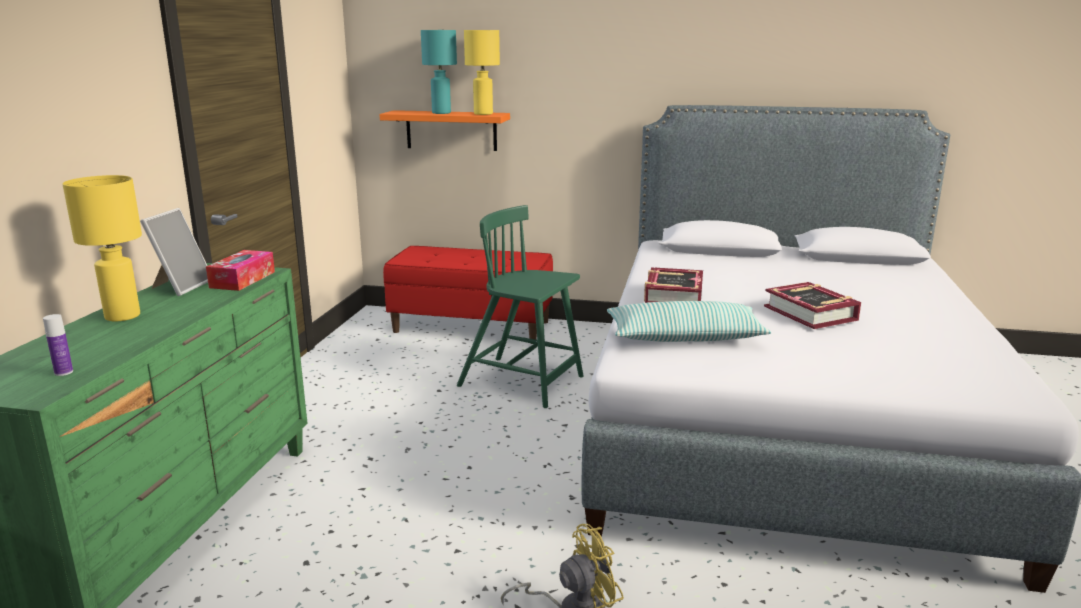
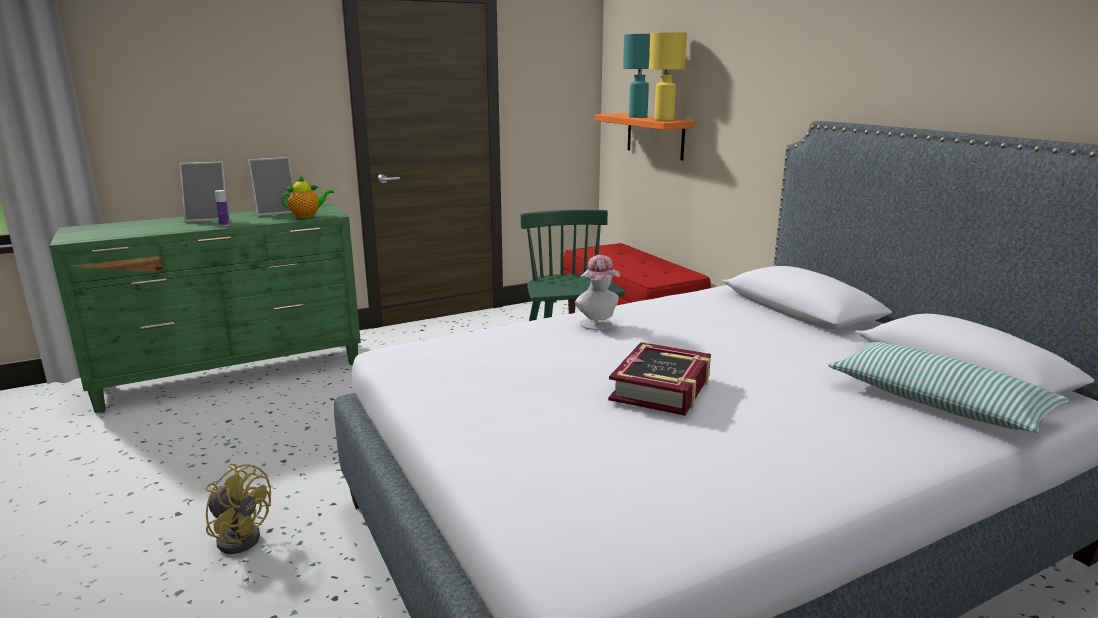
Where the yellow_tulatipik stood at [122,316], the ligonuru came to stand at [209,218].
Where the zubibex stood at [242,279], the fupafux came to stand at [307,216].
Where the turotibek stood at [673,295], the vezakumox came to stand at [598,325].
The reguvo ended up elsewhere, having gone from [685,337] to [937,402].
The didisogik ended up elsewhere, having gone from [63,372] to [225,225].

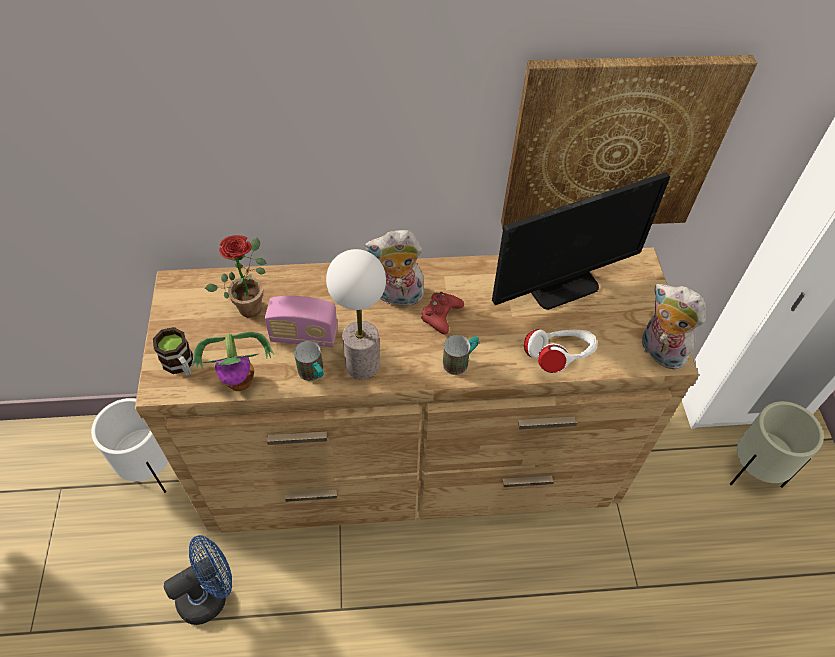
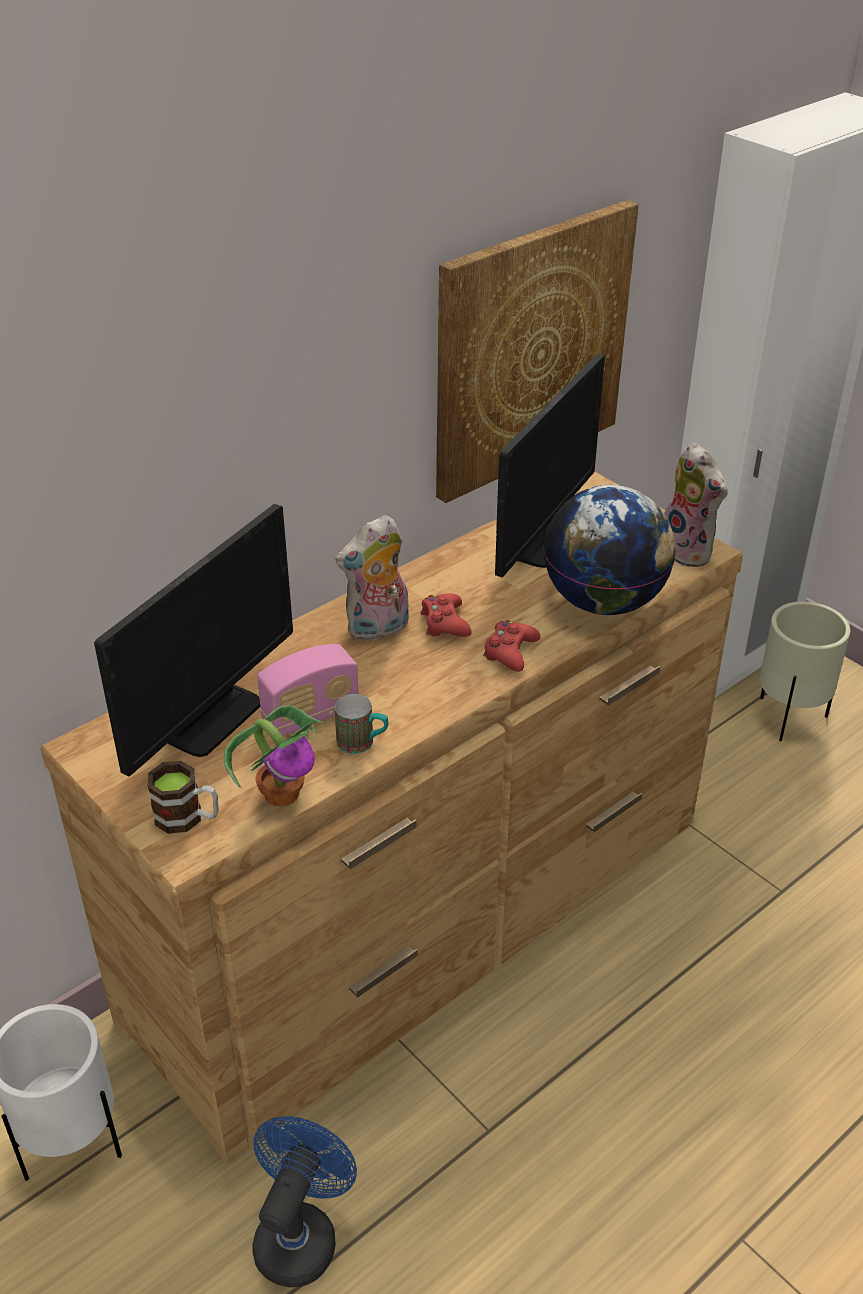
Where the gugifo stood at [251,304], the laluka came to stand at [209,717].
The second view lost the tulatipik at [363,364].
The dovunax at [659,352] ended up facing another way, 135 degrees counterclockwise from before.
Where the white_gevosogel stood at [558,359], the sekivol came to stand at [604,602].
Where the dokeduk stood at [460,361], the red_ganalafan came to stand at [510,652].

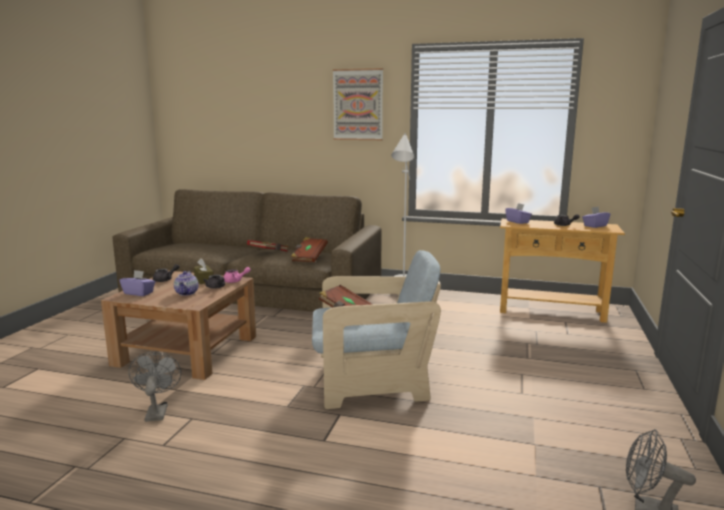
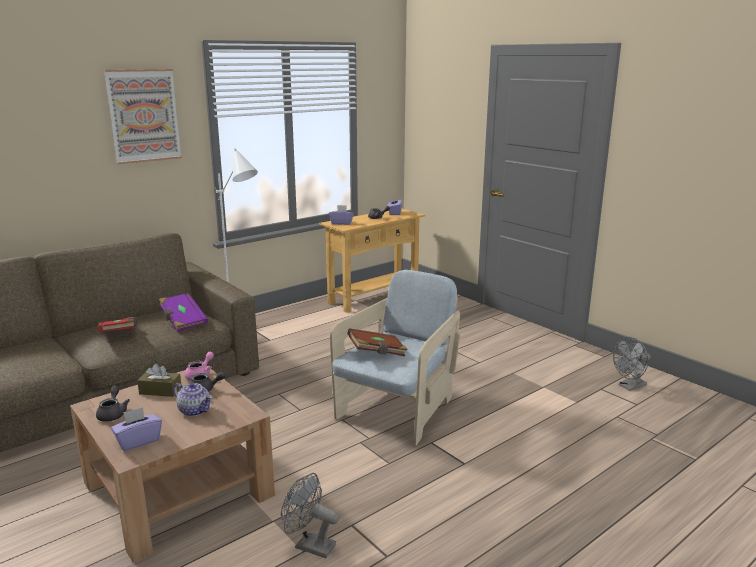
What was the brown_turotibek at [309,257] turned into the purple_turotibek at [183,321].

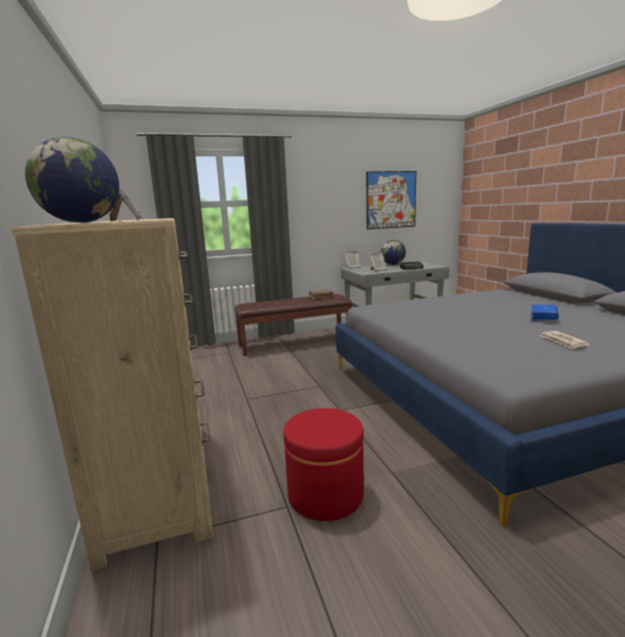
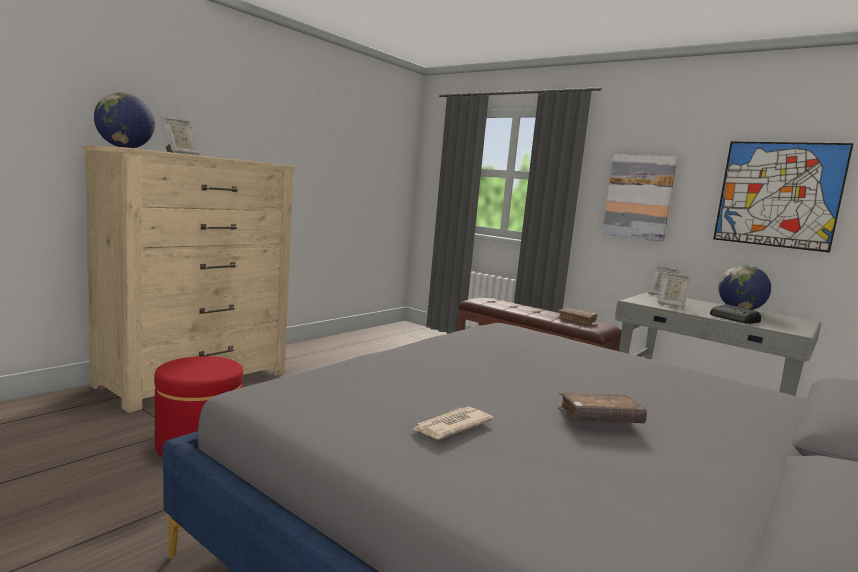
What was the blue_turotibek at [543,317] turned into the brown_turotibek at [599,419].
The second view gained the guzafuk at [638,197].

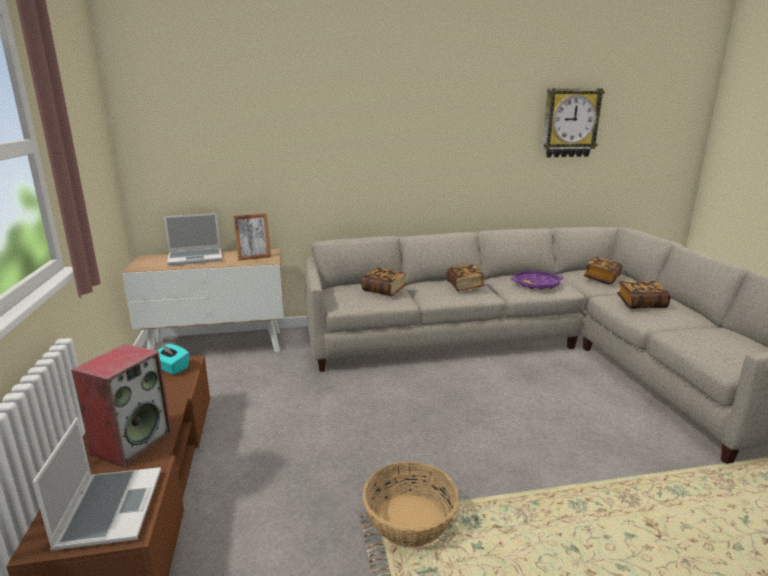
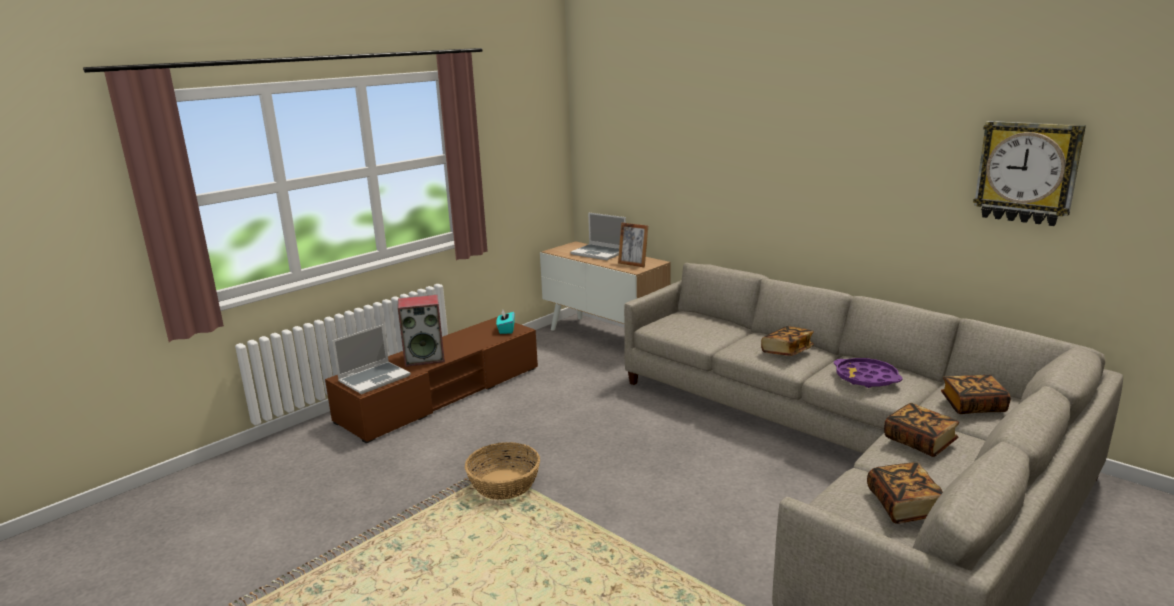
The turotibek ended up elsewhere, having gone from [384,290] to [904,506].

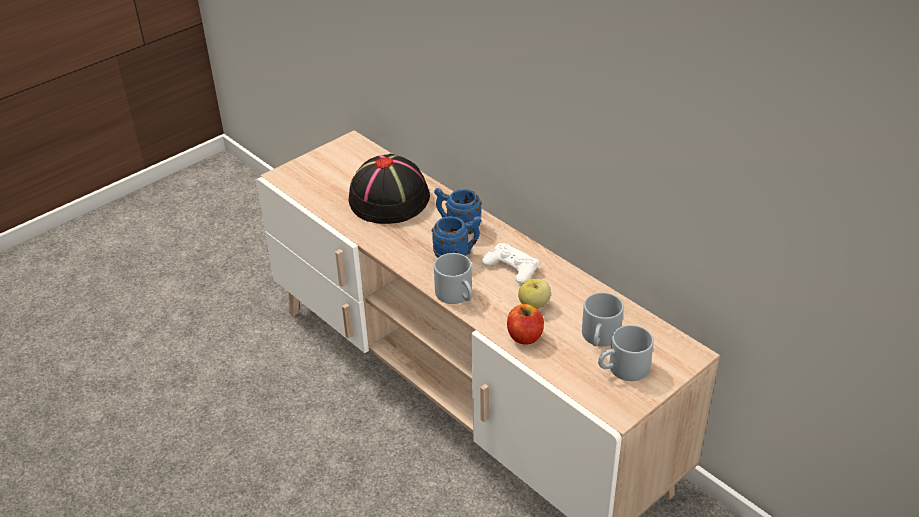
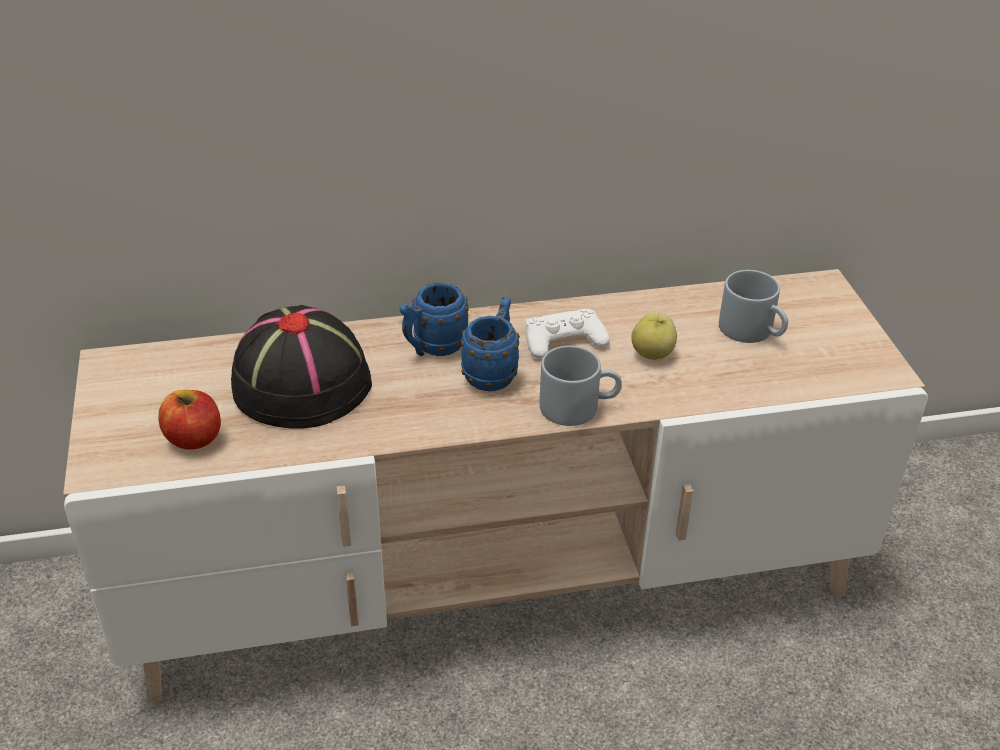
The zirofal ended up elsewhere, having gone from [525,337] to [194,438].
The second view lost the grey_dokeduk at [623,369].

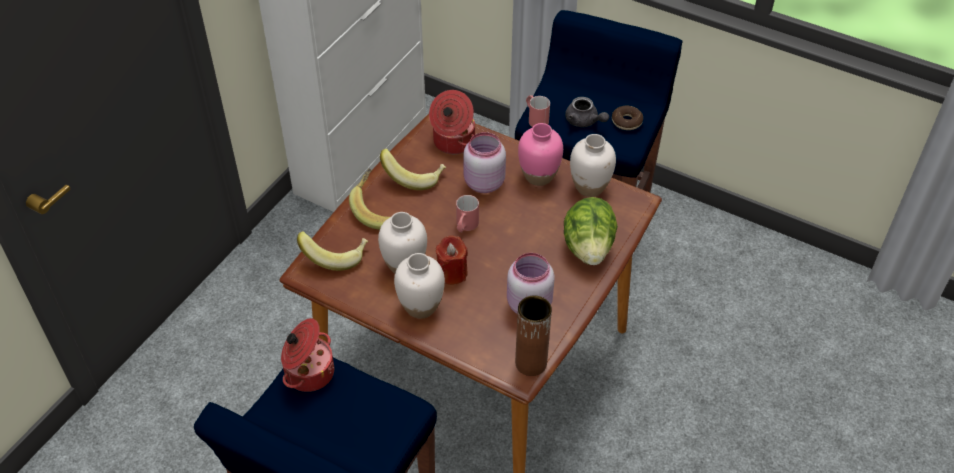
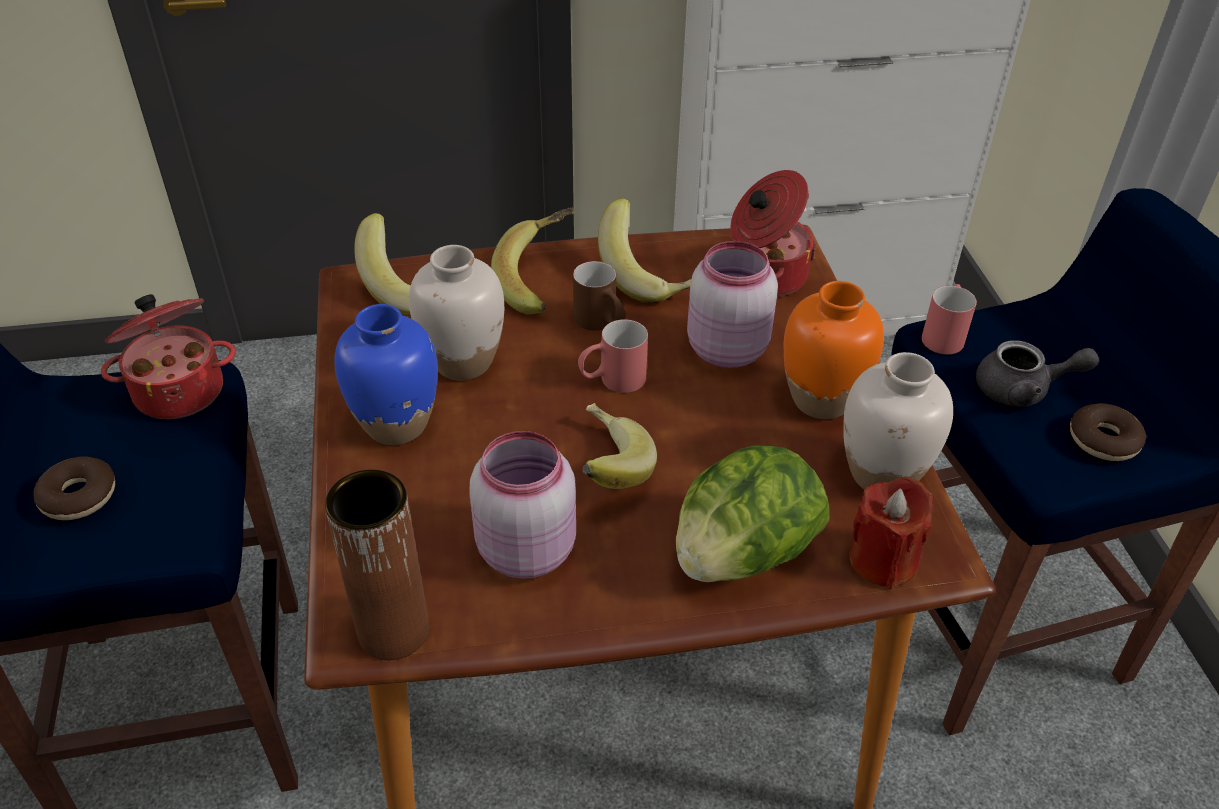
The grey_fupafux at [584,122] ended up facing another way, 90 degrees counterclockwise from before.
What was the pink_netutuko at [538,176] turned into the orange_netutuko at [821,399].
The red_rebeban ended up elsewhere, having gone from [452,273] to [883,560].
What was the white_netutuko at [420,306] turned into the blue_netutuko at [396,424].
The second view gained the brown_dokeduk at [601,323].
The second view gained the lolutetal at [604,469].
The second view gained the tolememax at [79,497].

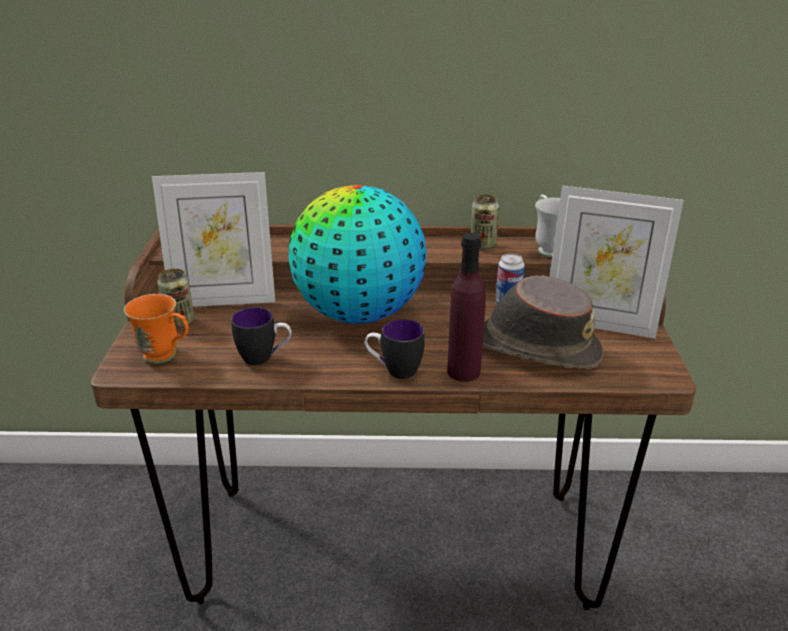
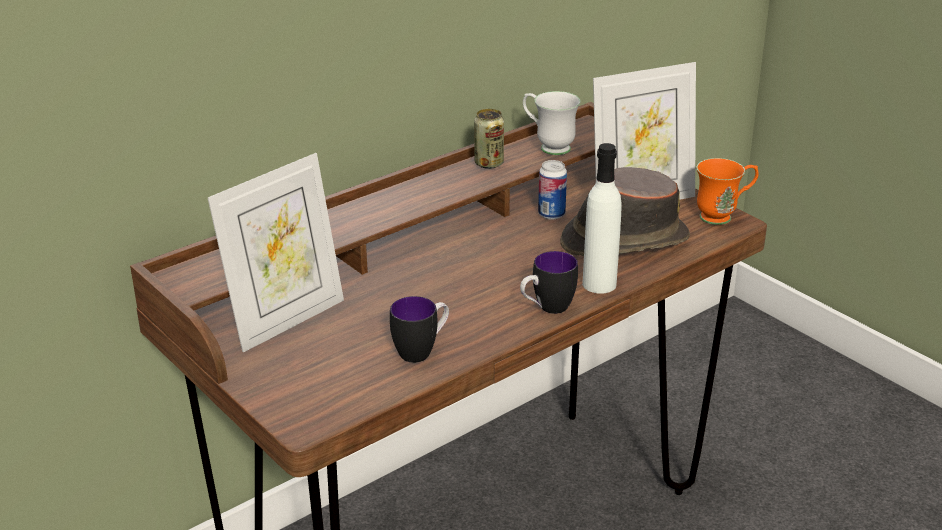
The second view lost the sekivol at [358,314].
What was the purple_didisogik at [463,371] turned into the white_didisogik at [599,284].
The second view lost the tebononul at [180,321].
The orange_dokeduk ended up elsewhere, having gone from [167,357] to [723,216].

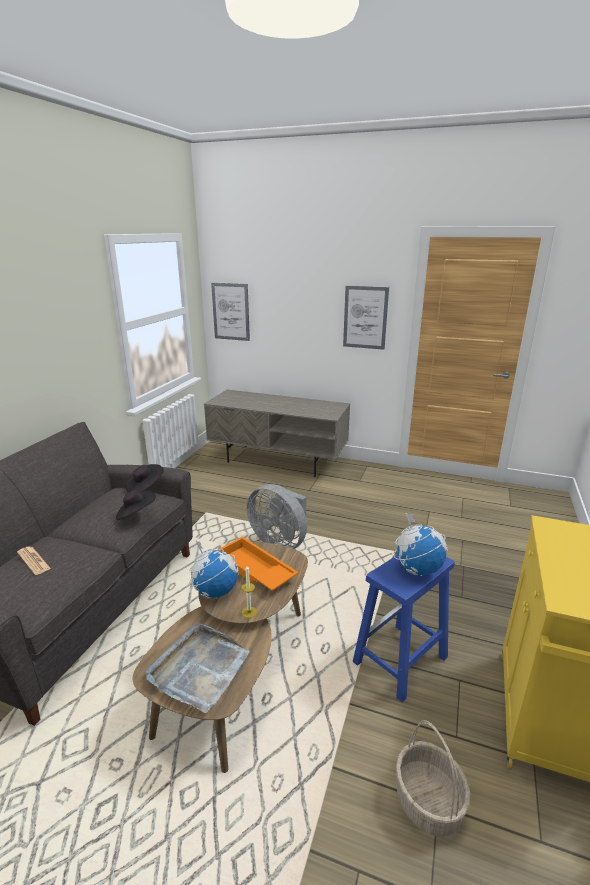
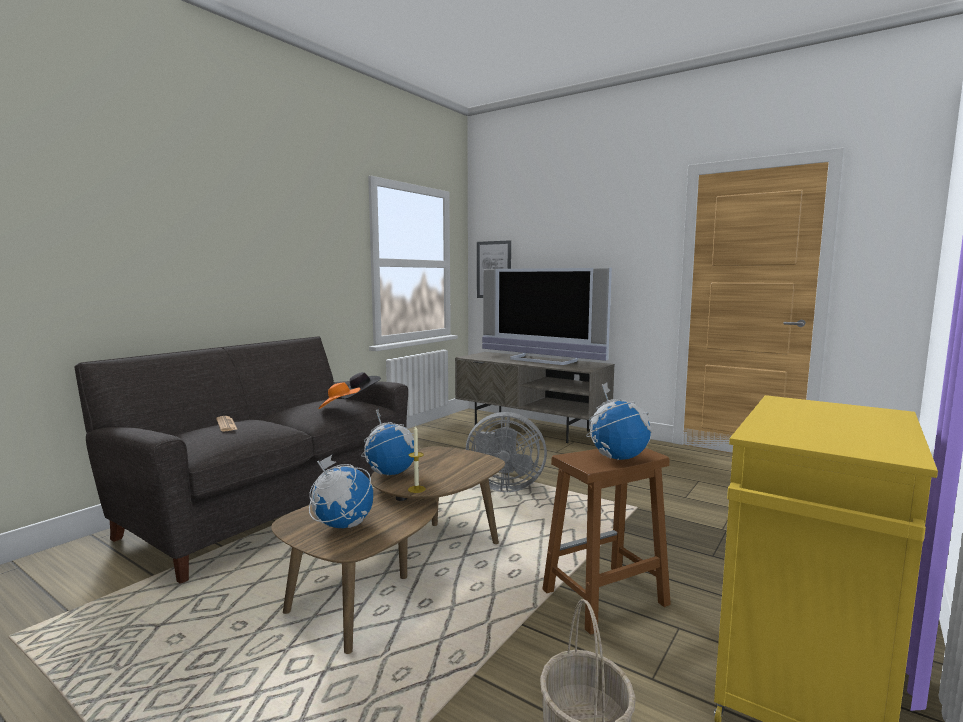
The second view lost the guzafuk at [365,317].
The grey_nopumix at [280,542] ended up facing another way, 45 degrees counterclockwise from before.
What was the black_vezakumox at [136,514] turned into the orange_vezakumox at [339,408].
The second view lost the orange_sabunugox at [254,570].
What was the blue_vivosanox at [399,661] turned into the brown_vivosanox at [603,598].
Where the grey_sabunugox stood at [199,669], the sekivol came to stand at [342,525].
The second view gained the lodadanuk at [542,360].

